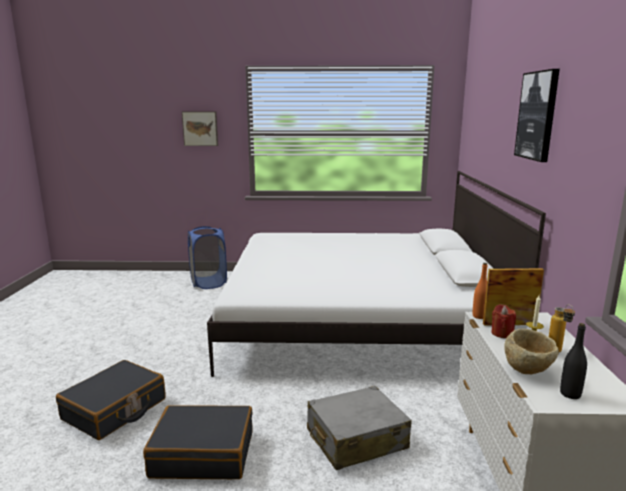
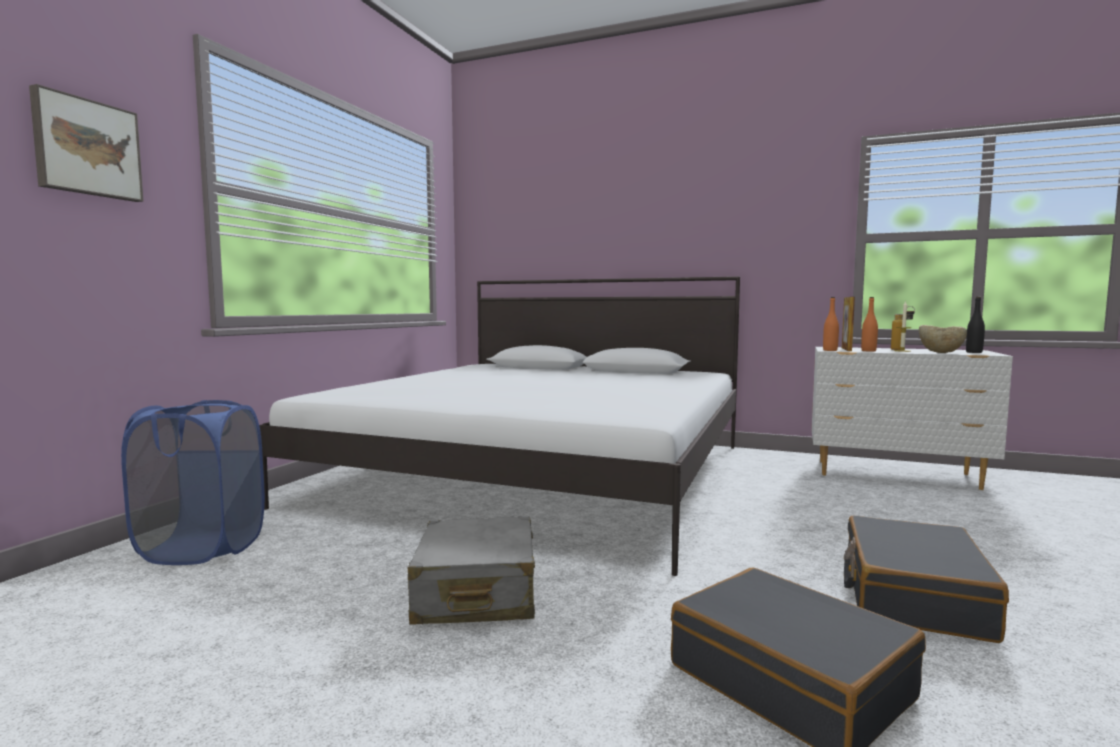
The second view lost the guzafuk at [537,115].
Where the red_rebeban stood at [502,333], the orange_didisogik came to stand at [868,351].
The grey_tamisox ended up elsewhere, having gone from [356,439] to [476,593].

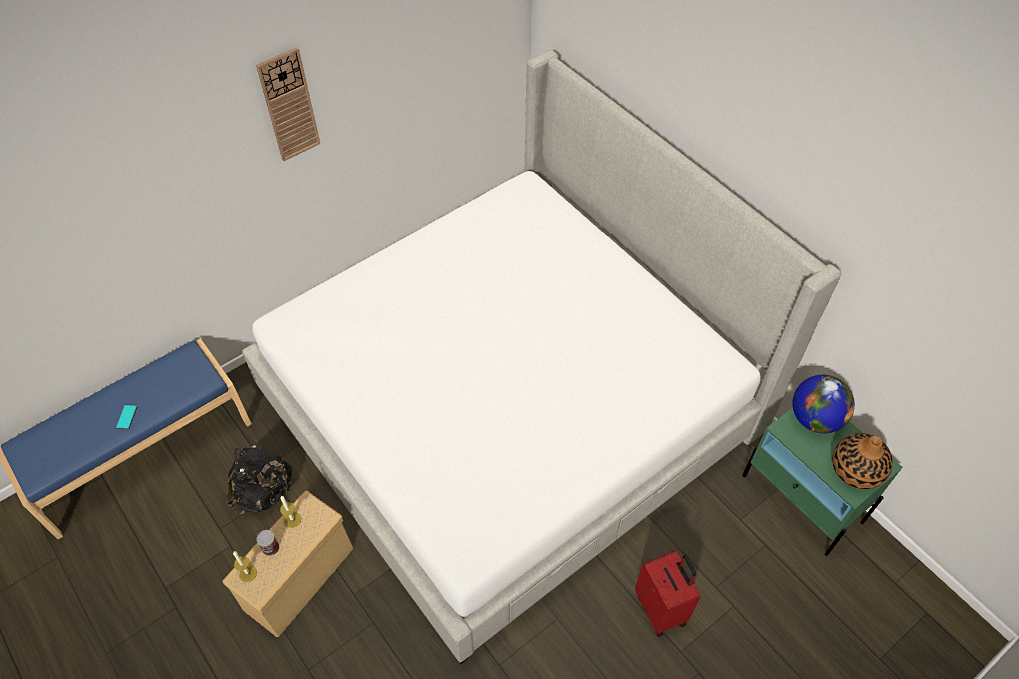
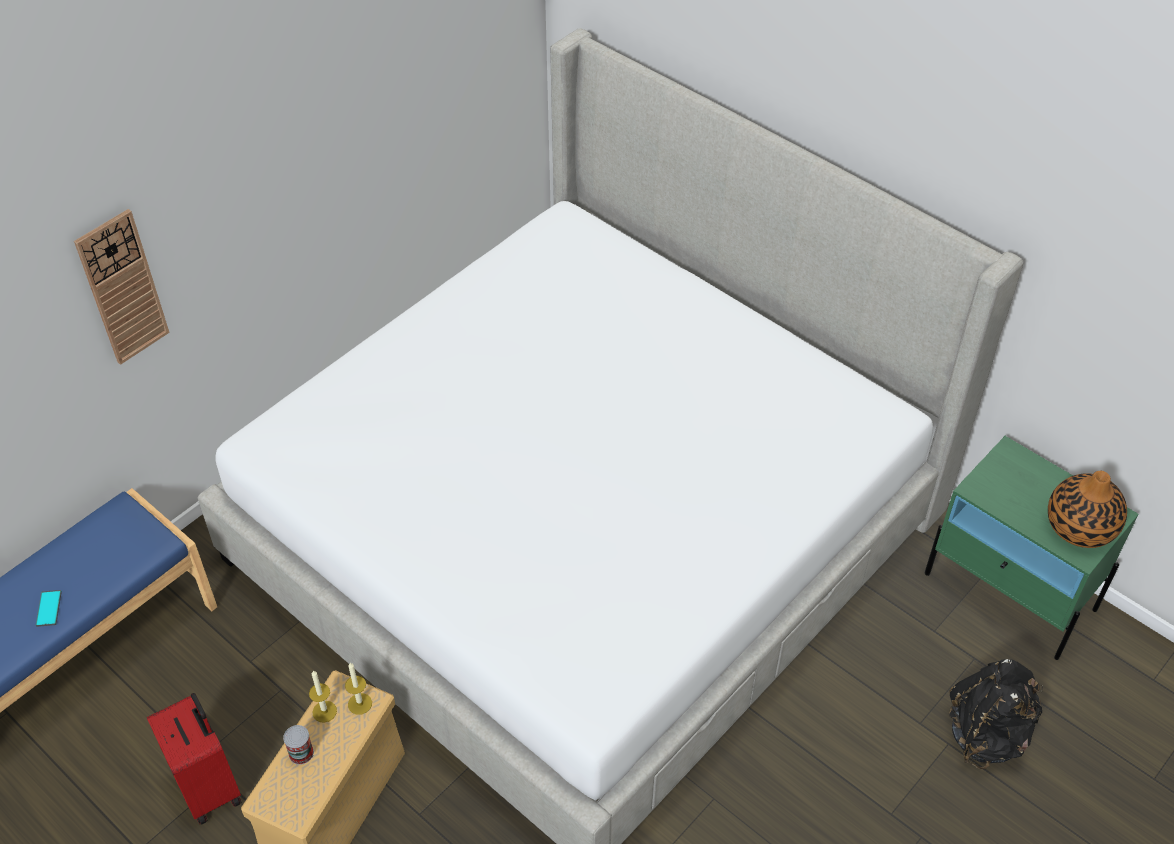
The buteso ended up elsewhere, having gone from [289,105] to [122,288].
The second view lost the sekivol at [815,418].
The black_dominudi ended up elsewhere, having gone from [264,492] to [987,734].
The red_tamisox ended up elsewhere, having gone from [661,608] to [210,787].
The rebeban ended up elsewhere, having gone from [248,573] to [360,703].

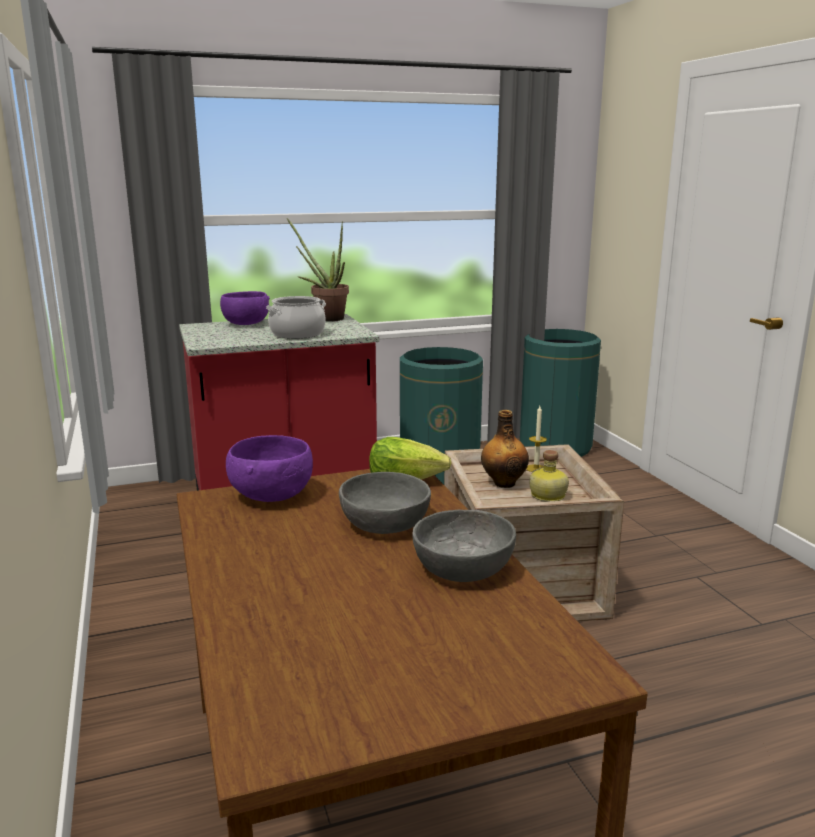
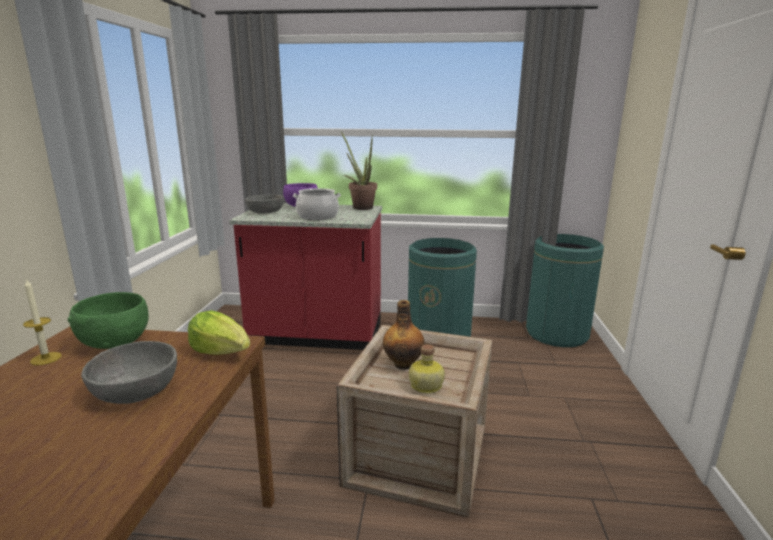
The rebeban ended up elsewhere, having gone from [536,468] to [46,358].
What was the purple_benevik at [270,495] turned into the green_benevik at [114,342].
The grey_benevik ended up elsewhere, having gone from [462,567] to [265,212].

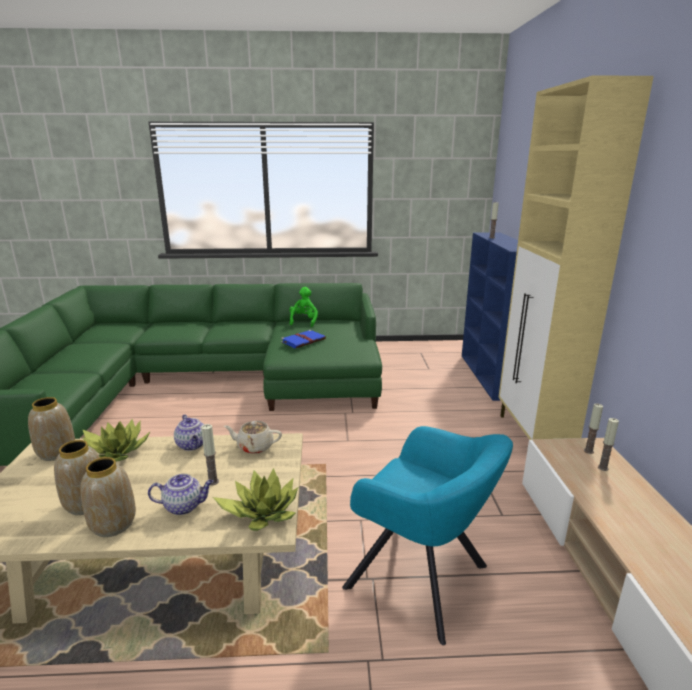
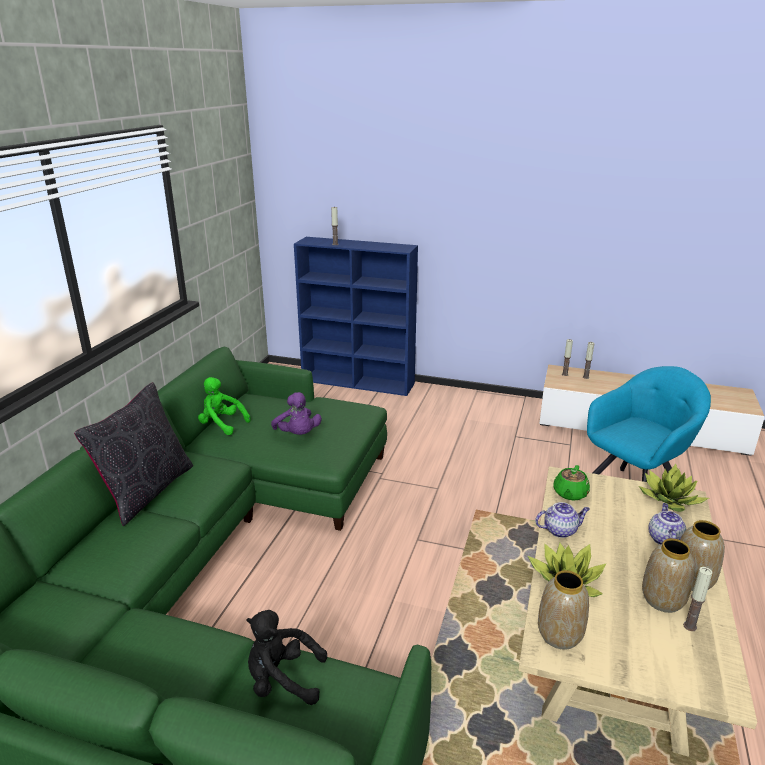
The second view lost the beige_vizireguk at [533,438].
Where the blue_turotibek stood at [304,340], the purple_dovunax came to stand at [297,434].
What was the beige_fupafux at [254,447] turned into the green_fupafux at [570,494].
The rebeban ended up elsewhere, having gone from [213,482] to [690,626].
The second view gained the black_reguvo at [147,491].
The second view gained the black_dovunax at [282,680].

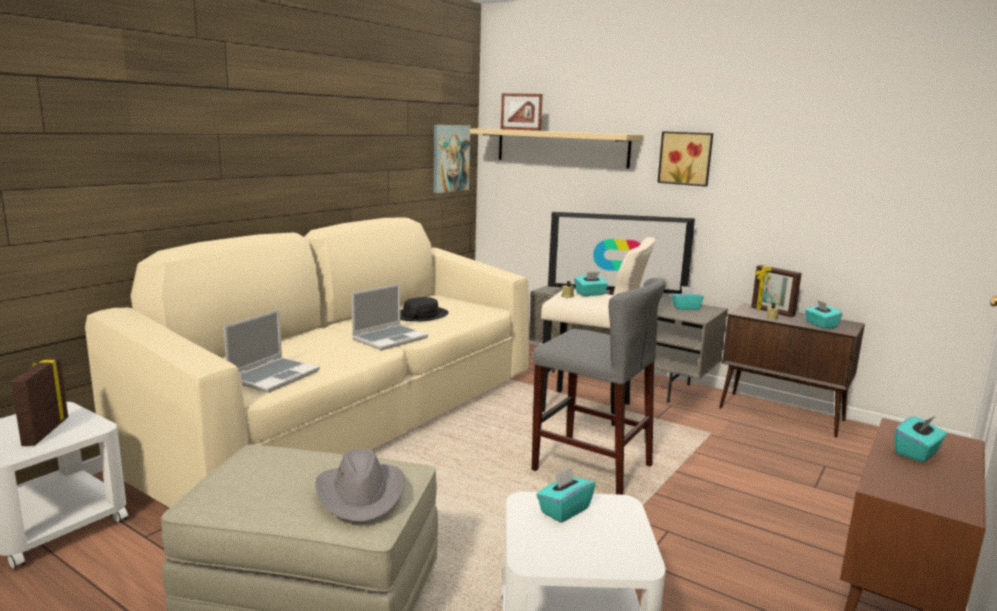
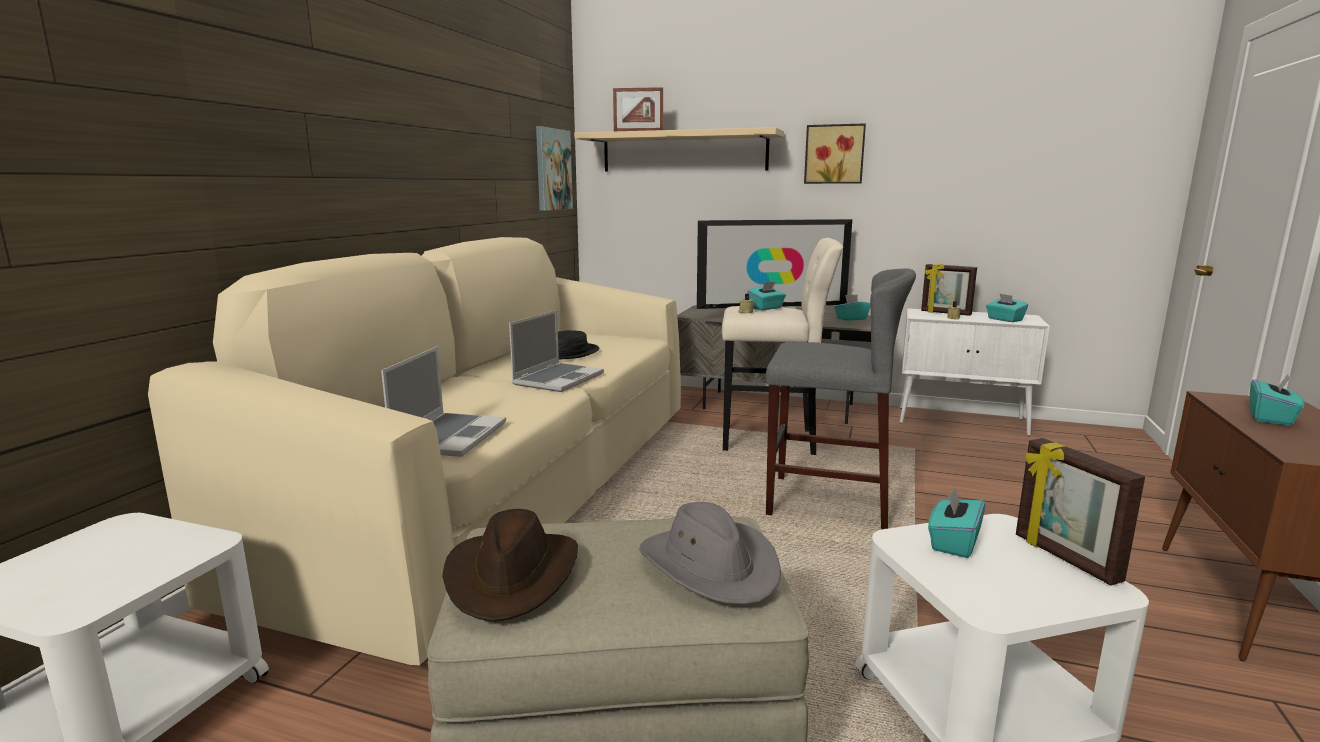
What was the brown_vizireguk at [782,414] turned into the white_vizireguk at [962,421].
The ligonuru ended up elsewhere, having gone from [44,432] to [1065,558].
The second view gained the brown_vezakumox at [513,576].

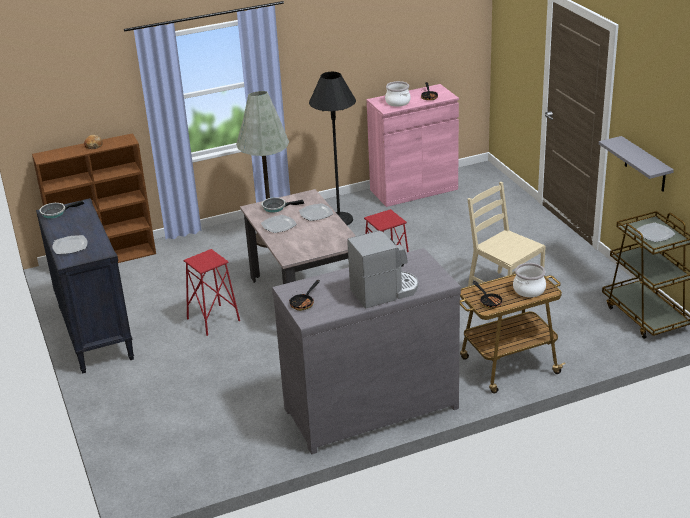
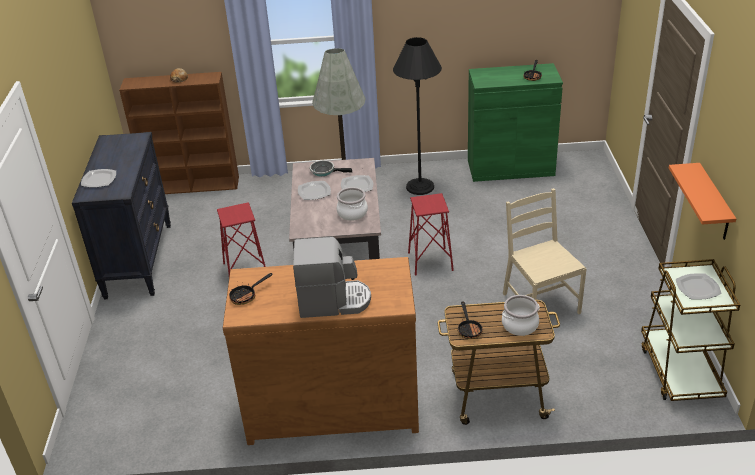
The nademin ended up elsewhere, having gone from [397,102] to [352,213].
What was the pink_vizireguk at [414,189] turned into the green_vizireguk at [510,168].
What was the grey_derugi at [645,165] turned into the orange_derugi at [714,203].
The second view lost the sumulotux at [55,212].
What was the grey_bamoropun at [369,406] turned into the brown_bamoropun at [332,405].

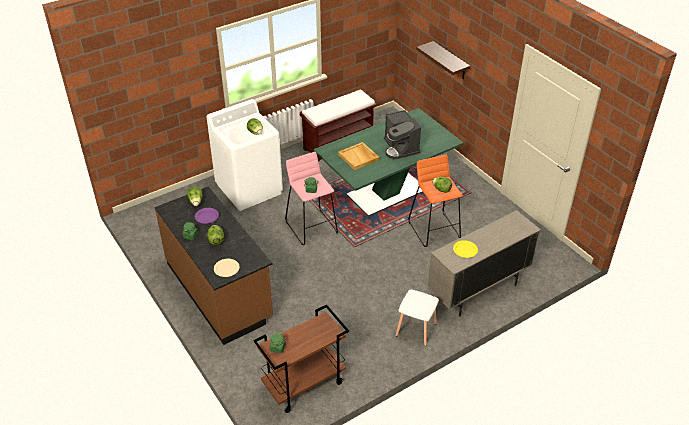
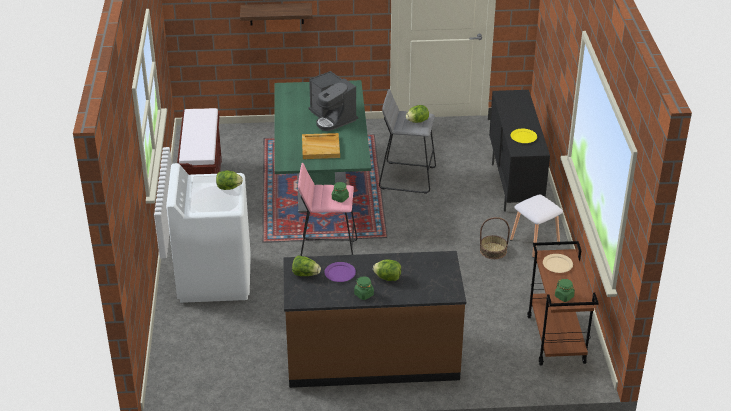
The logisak at [400,148] ended up facing another way, 45 degrees clockwise from before.
What was the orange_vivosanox at [434,229] turned into the grey_vivosanox at [407,177].
What was the beige_vizireguk at [478,291] turned into the black_vizireguk at [514,187].
The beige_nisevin ended up elsewhere, having gone from [227,268] to [557,264].
The second view gained the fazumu at [493,250].

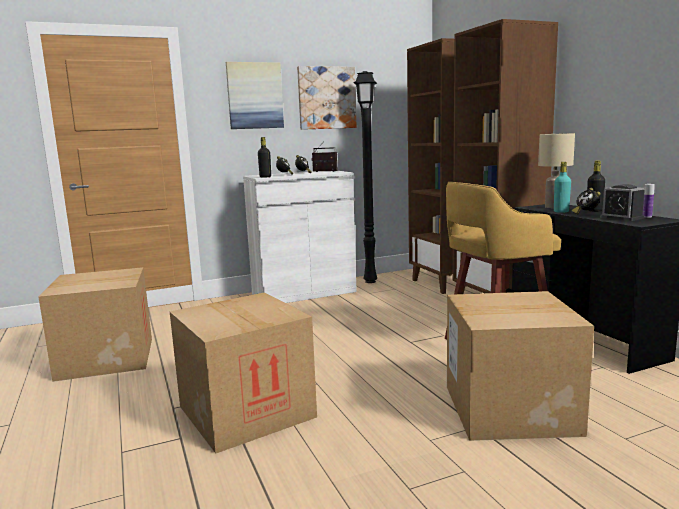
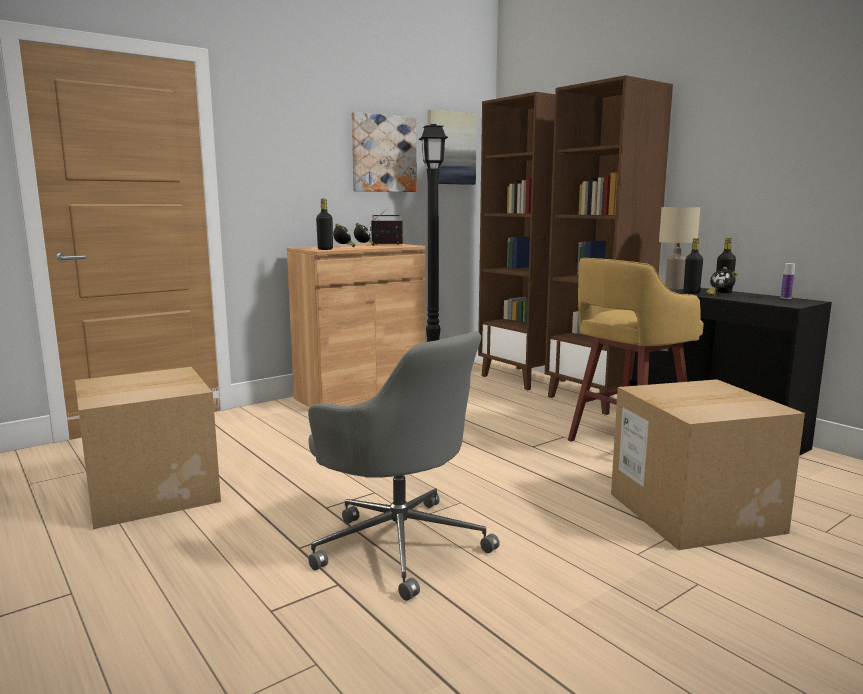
The guzafuk ended up elsewhere, having gone from [255,96] to [451,148].
What was the turquoise_didisogik at [561,211] turned into the black_didisogik at [691,293].
What was the white_vizireguk at [303,292] turned into the brown_vizireguk at [360,395].
The second view lost the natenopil at [621,217].
Where the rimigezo stood at [246,412], the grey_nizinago came to stand at [399,543].

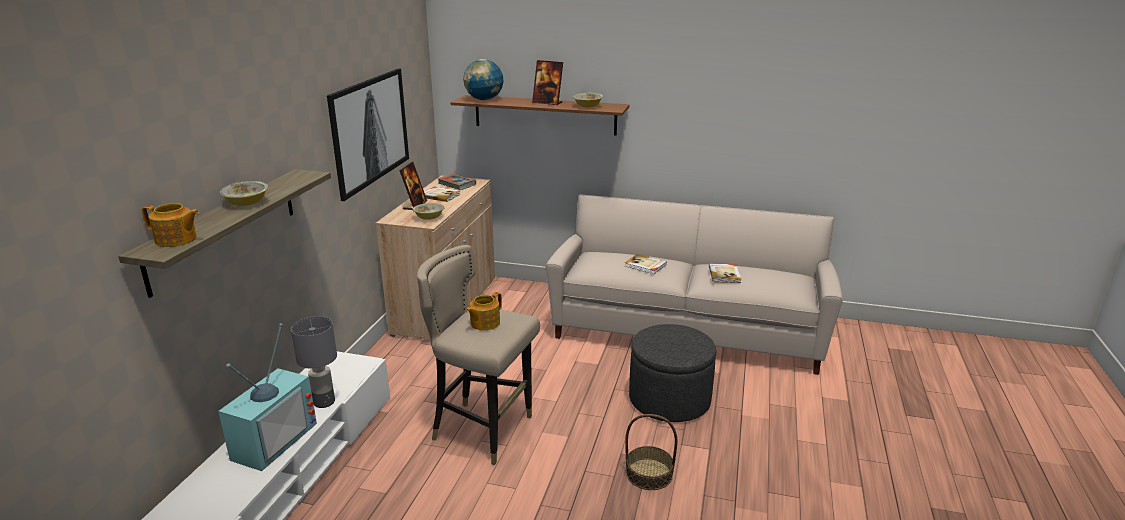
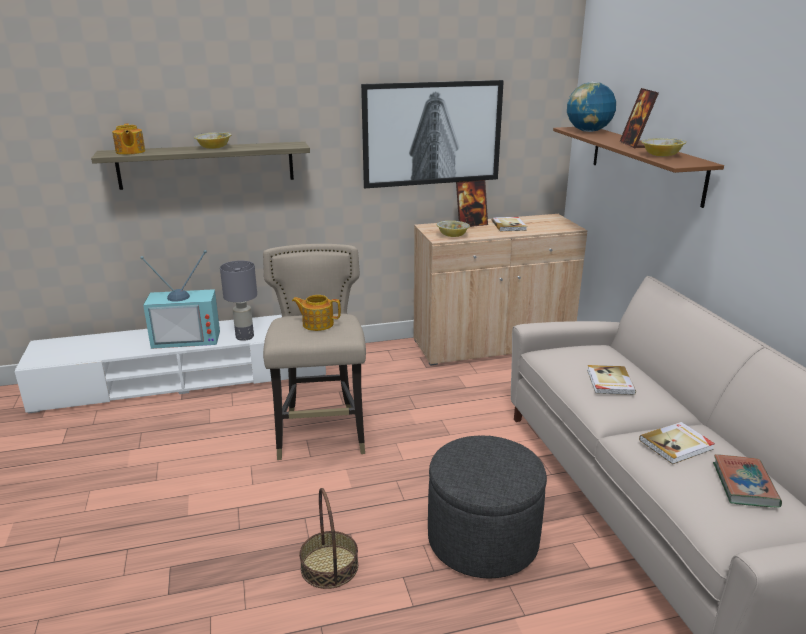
The turotibek ended up elsewhere, having gone from [457,184] to [744,485].

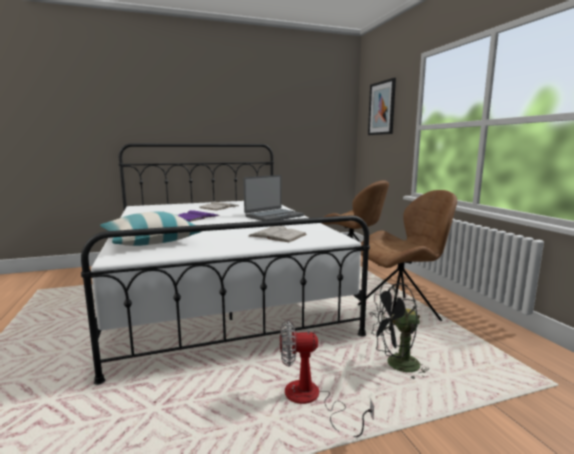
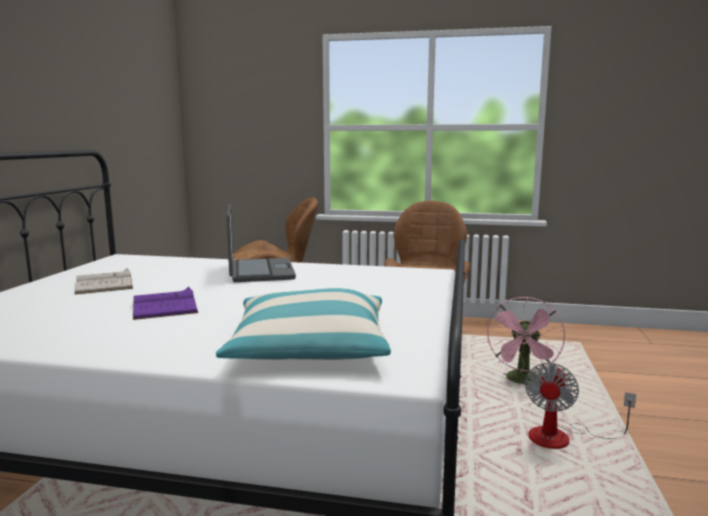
The second view lost the guzafuk at [382,108].
The second view lost the white_turotibek at [277,235].
What was the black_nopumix at [396,365] turned into the pink_nopumix at [523,382].

